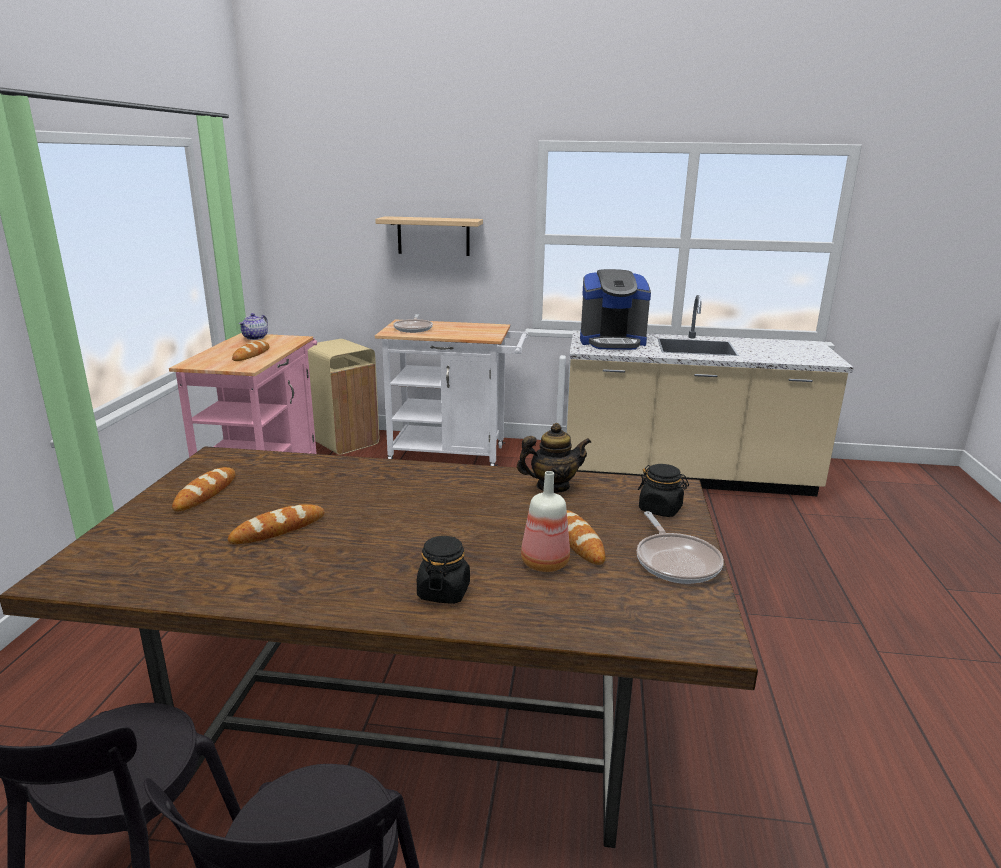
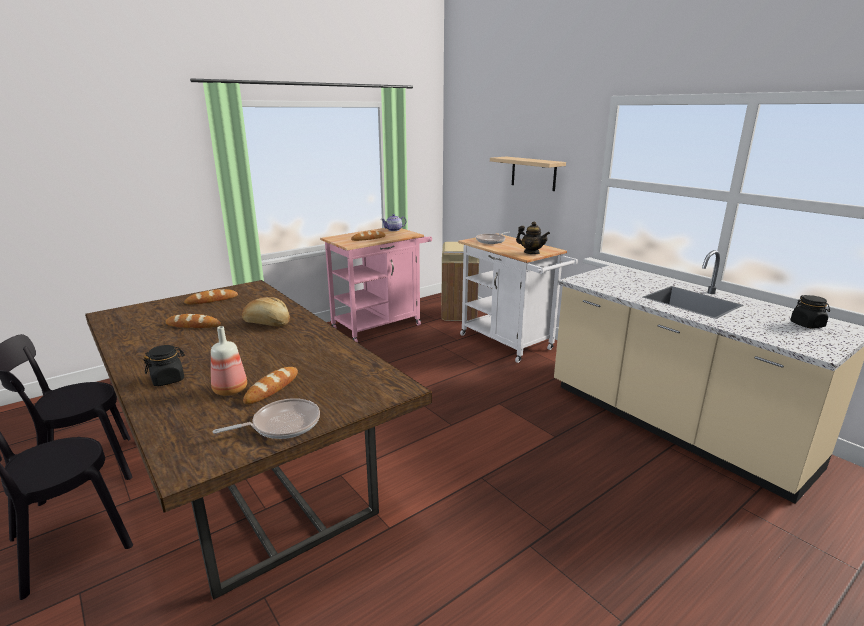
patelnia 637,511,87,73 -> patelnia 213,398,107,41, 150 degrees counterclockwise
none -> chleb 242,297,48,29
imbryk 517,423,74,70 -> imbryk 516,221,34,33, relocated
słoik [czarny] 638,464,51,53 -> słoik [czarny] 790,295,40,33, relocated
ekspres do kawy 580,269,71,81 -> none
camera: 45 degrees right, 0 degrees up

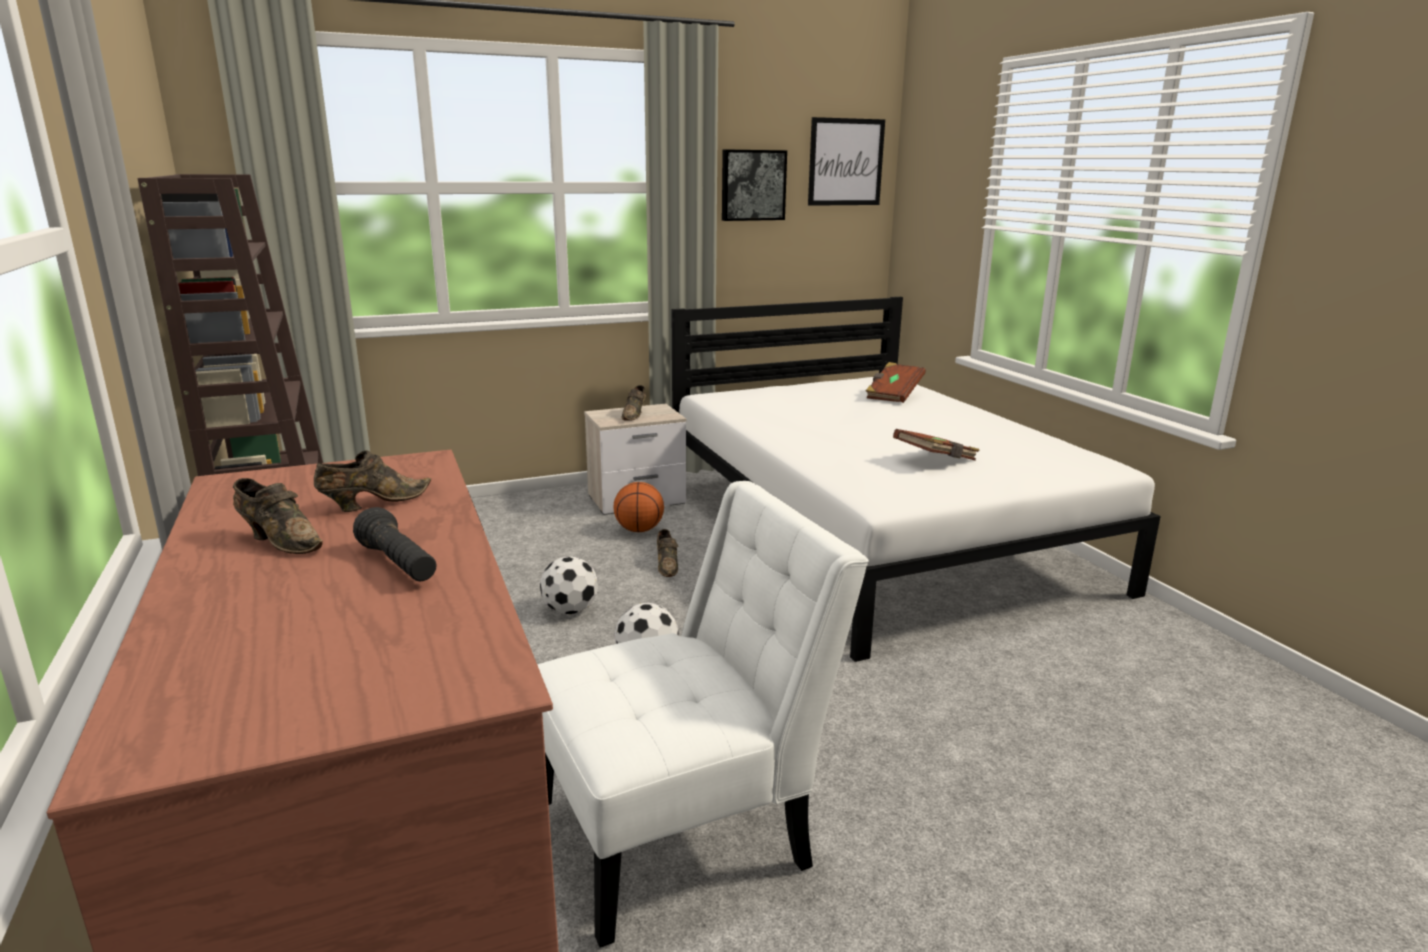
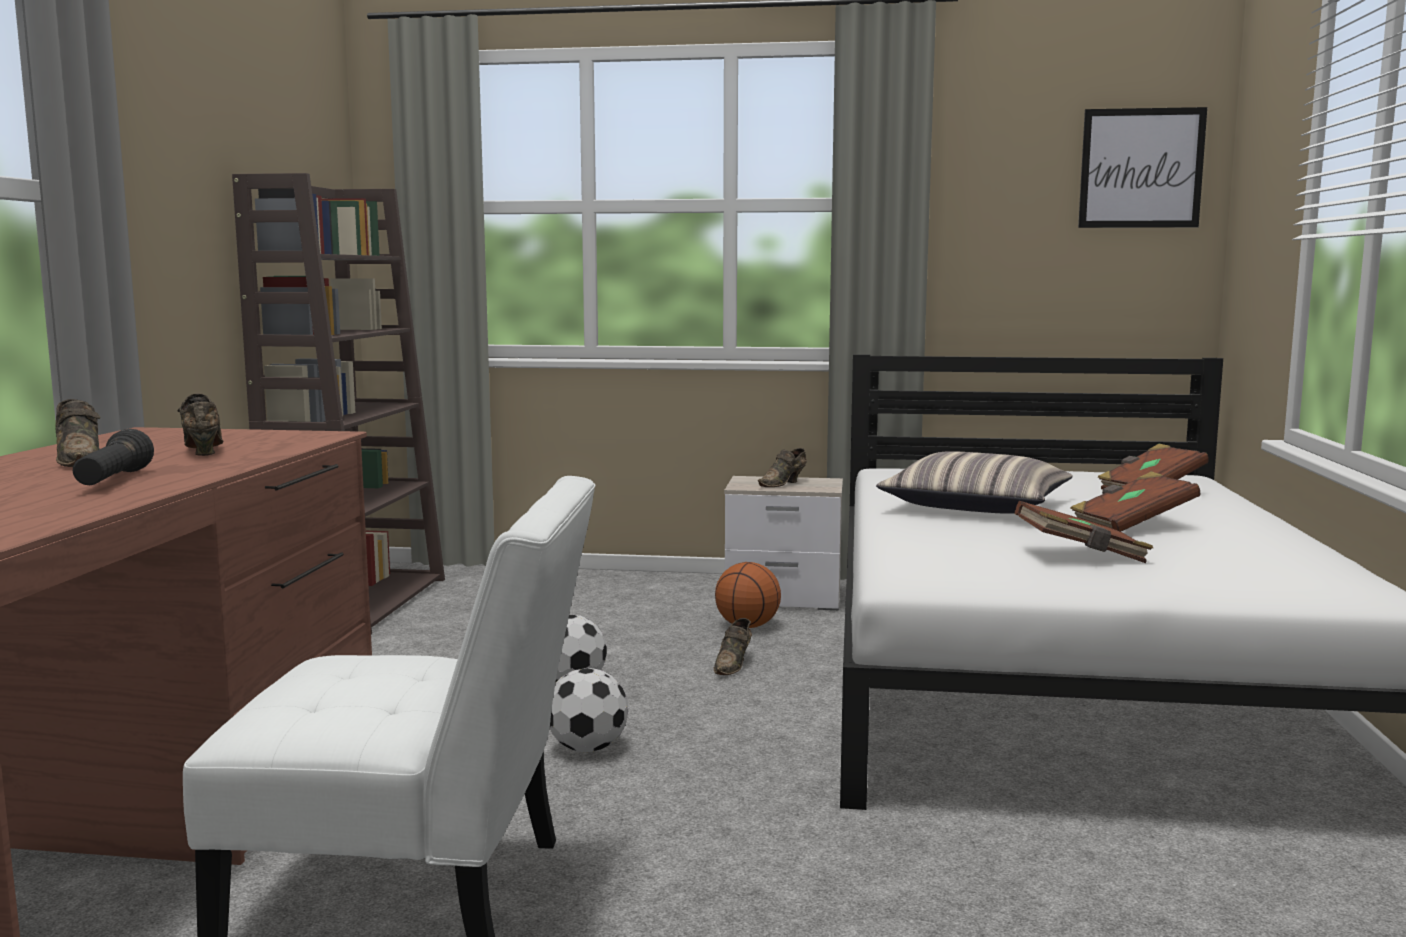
but [brązowy] 314,450,117,62 -> but [brązowy] 177,393,46,63, 105 degrees counterclockwise
none -> poduszka 876,451,197,63
none -> książka [brązowy] 1070,471,130,61
obraz 722,150,65,71 -> none
camera: 30 degrees right, 10 degrees down

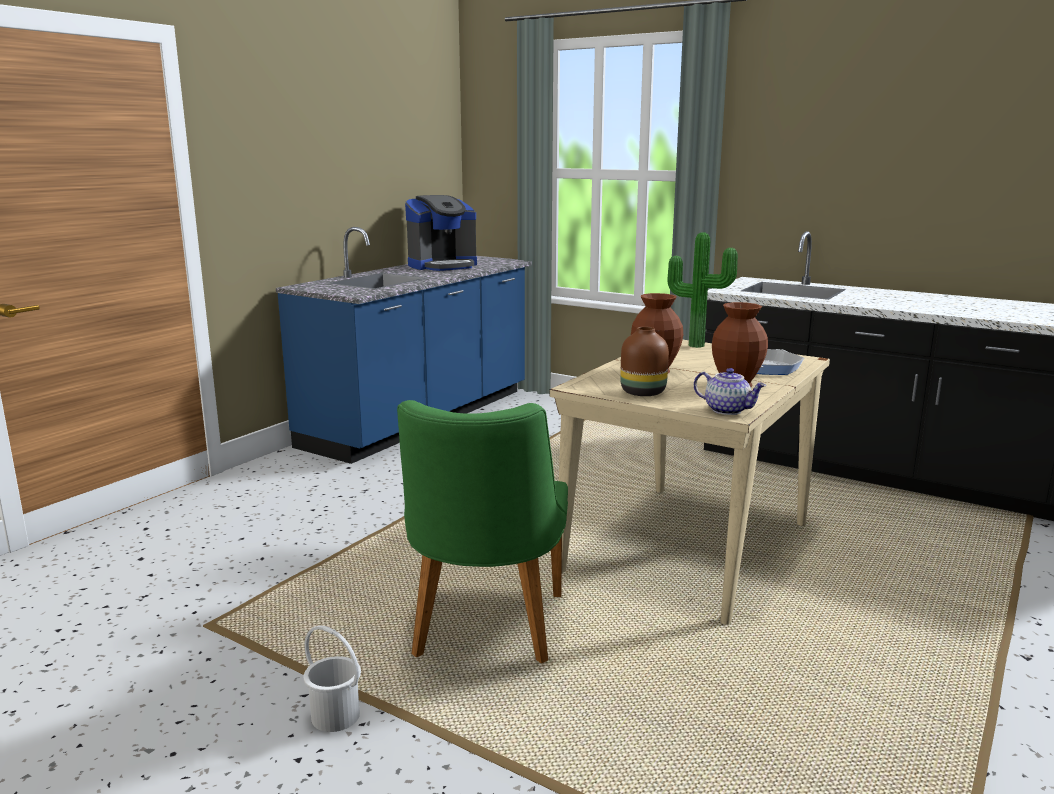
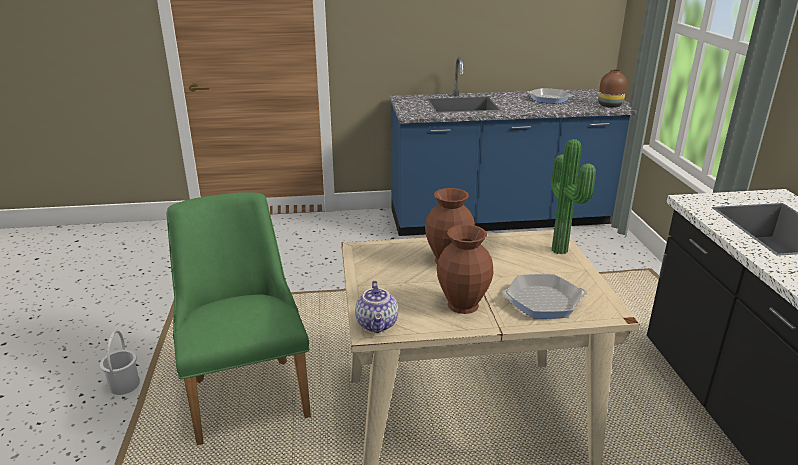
krzesło [zielony] 397,400,171,264 -> krzesło [zielony] 167,192,144,253, 105 degrees clockwise
ekspres do kawy 405,195,72,76 -> patelnia 527,88,46,16
wazon [brązowy] 620,326,49,70 -> wazon [brązowy] 598,69,29,39, relocated
camera: 50 degrees right, 10 degrees up

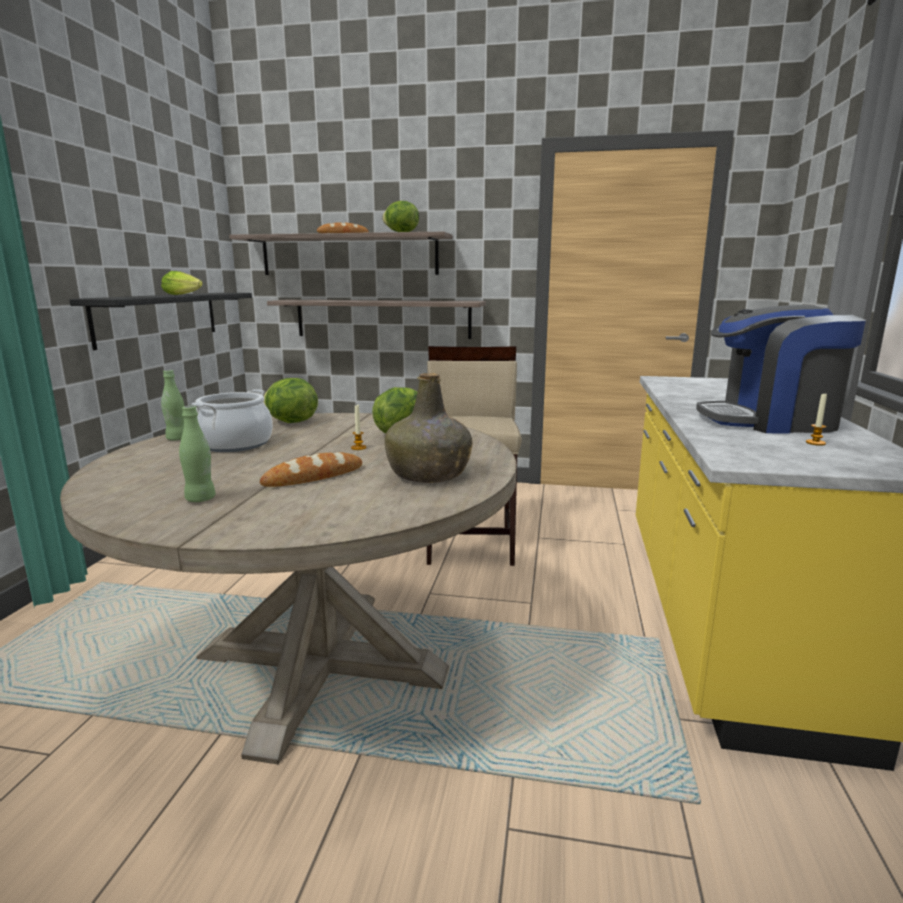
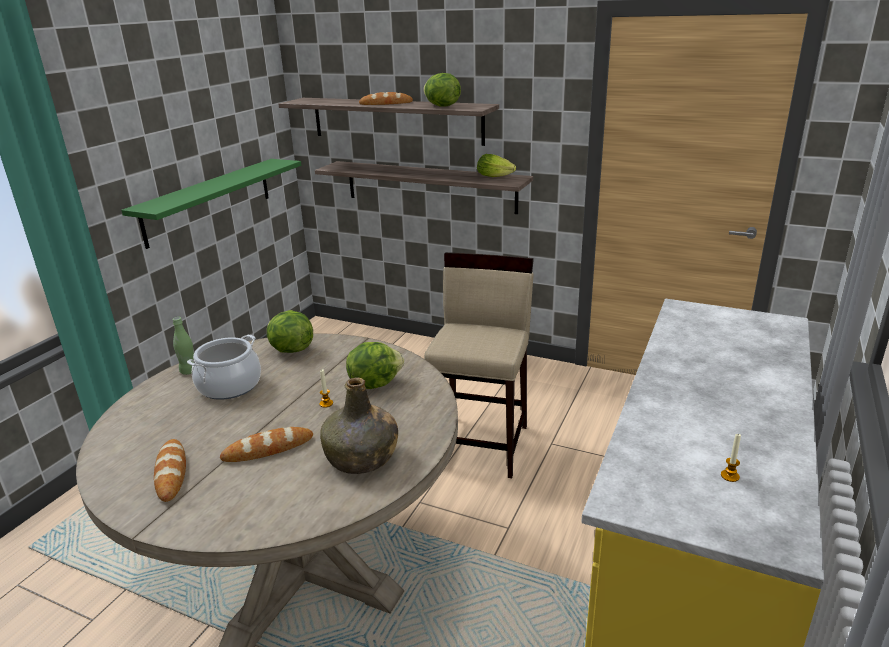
półka [czarny] 69,293,183,57 -> półka [zielony] 121,159,180,90
butelka [zielony] 179,406,37,96 -> chleb 154,439,32,63
sałata 161,271,42,24 -> sałata 477,154,39,23, relocated
ekspres do kawy 696,305,170,129 -> none
camera: 15 degrees right, 10 degrees up

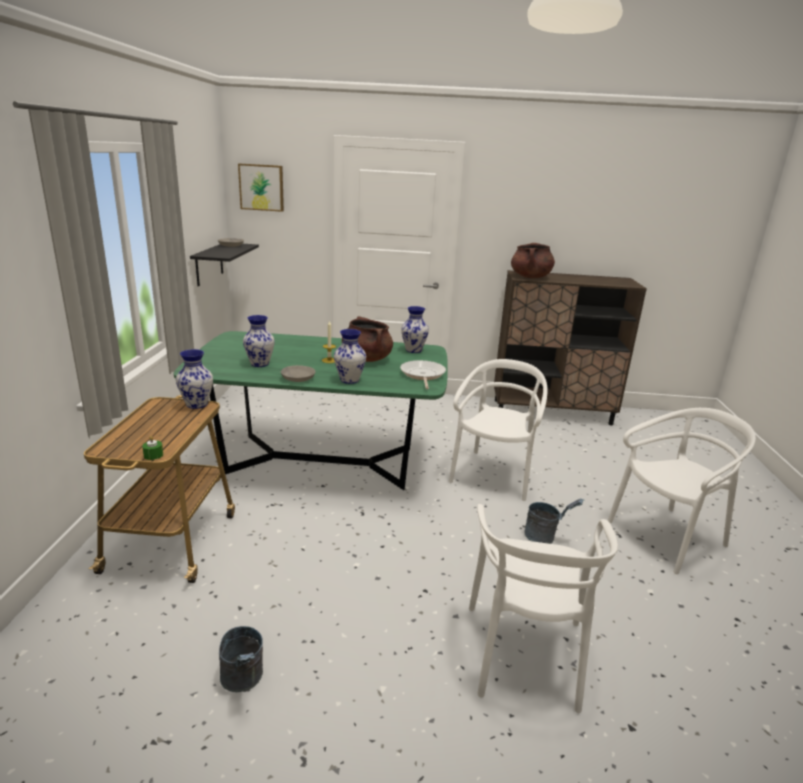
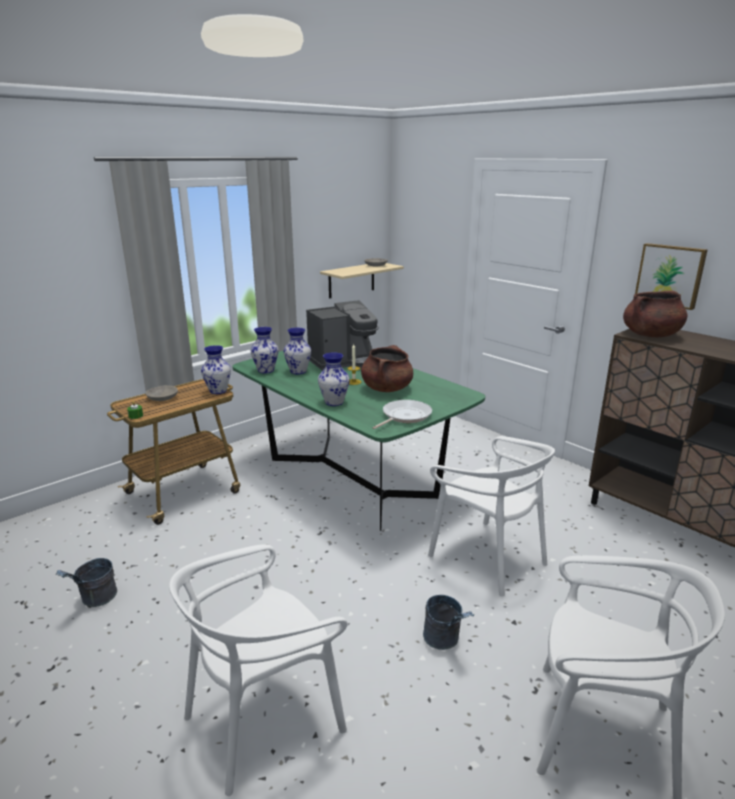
miska [szary] 281,365,34,17 -> miska [szary] 145,385,33,16, relocated
wazon 401,306,28,47 -> wazon 250,327,28,46, relocated
none -> ekspres do kawy 306,300,73,71
półka [czarny] 190,244,69,42 -> półka [beżowy] 320,263,84,36
krzesło [biały] 449,359,98,142 -> krzesło [biały] 428,436,127,161, 75 degrees clockwise
obraz 238,164,46,48 -> obraz 635,243,73,67, relocated
camera: 45 degrees right, 0 degrees up

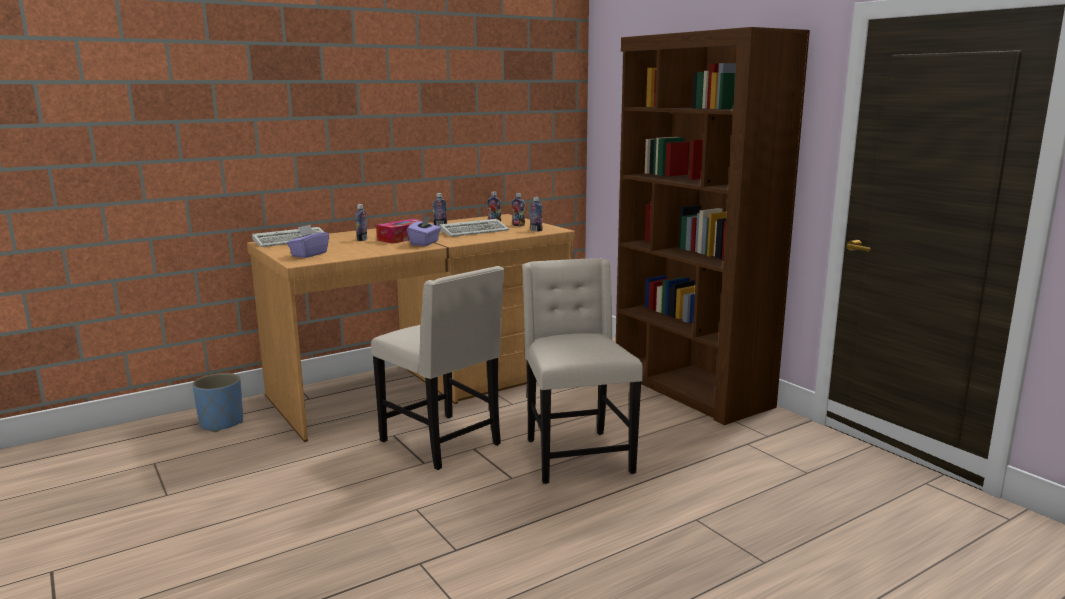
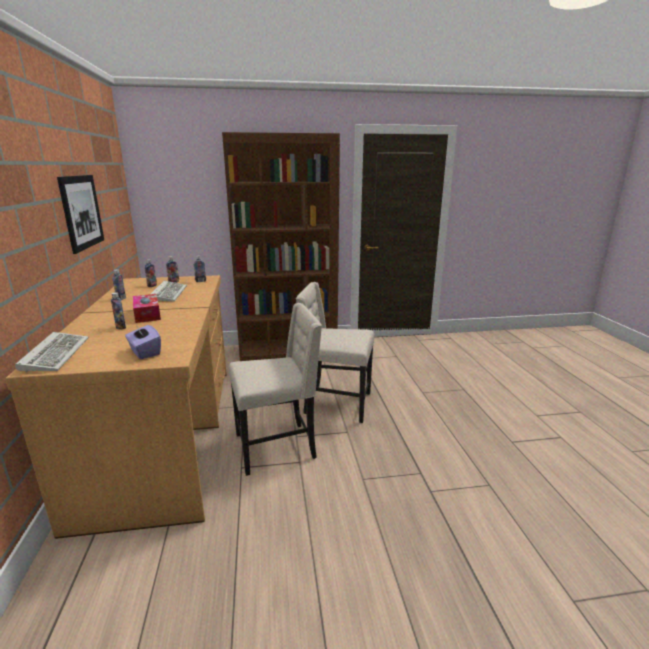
none -> obraz 57,175,47,79
donica [niebieski] 192,373,51,59 -> none
pudełko chusteczek [fioletowy] 407,216,34,30 -> none
camera: 65 degrees left, 5 degrees up

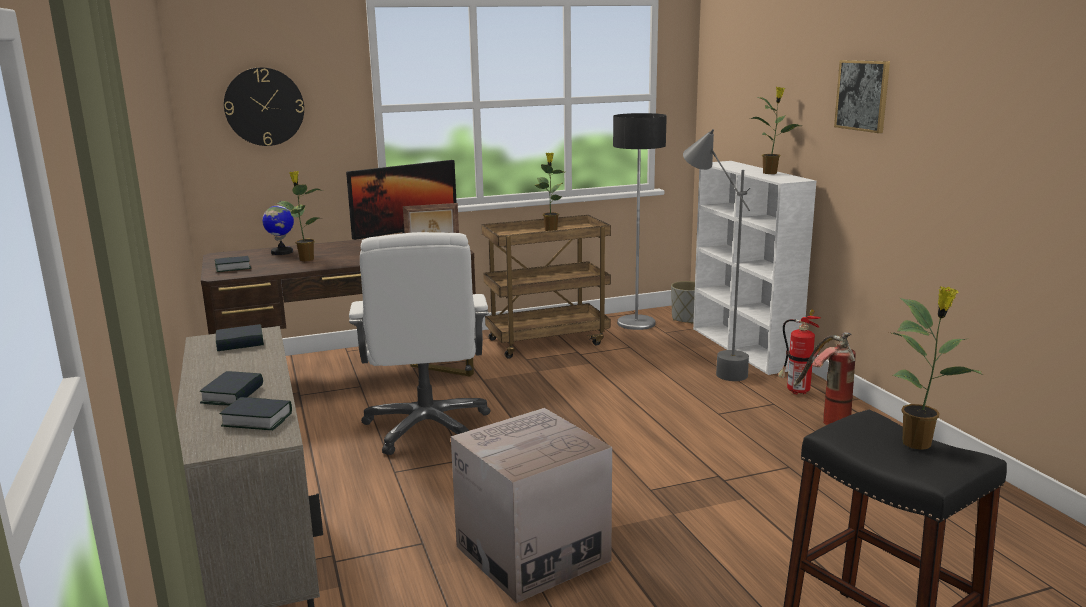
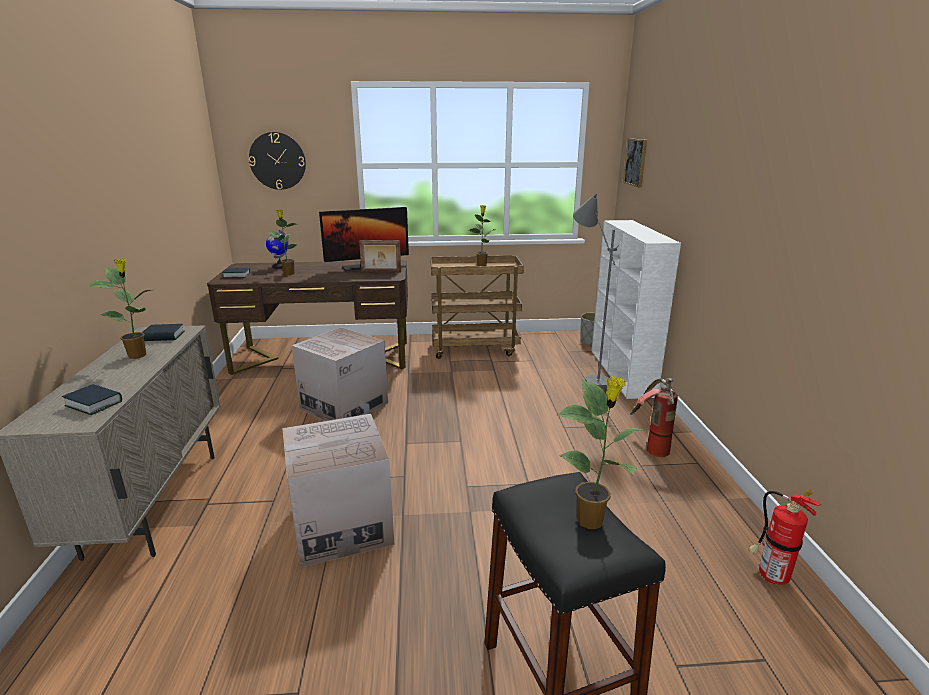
roślina doniczkowa 750,87,51,87 -> roślina doniczkowa 87,258,65,101, relocated
krzesło biurowe [biały] 349,232,142,223 -> karton 292,327,96,94
obraz 834,60,56,73 -> obraz 623,138,24,50, relocated
gaśnica 778,309,43,86 -> gaśnica 748,489,73,96, relocated
książka 200,371,63,34 -> none
lampa stojąca 613,113,54,217 -> none
camera: 15 degrees right, 5 degrees up

